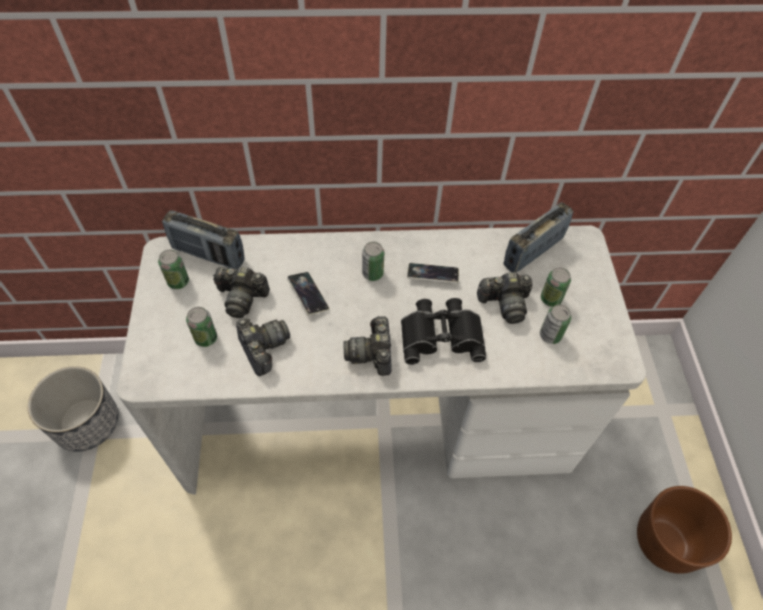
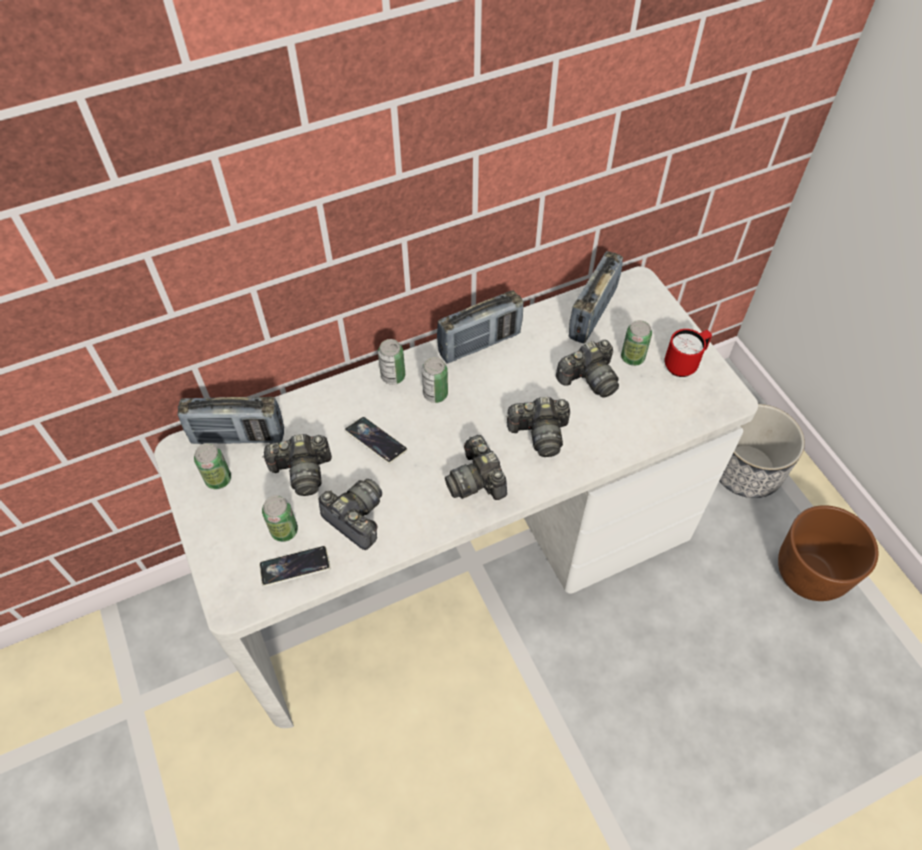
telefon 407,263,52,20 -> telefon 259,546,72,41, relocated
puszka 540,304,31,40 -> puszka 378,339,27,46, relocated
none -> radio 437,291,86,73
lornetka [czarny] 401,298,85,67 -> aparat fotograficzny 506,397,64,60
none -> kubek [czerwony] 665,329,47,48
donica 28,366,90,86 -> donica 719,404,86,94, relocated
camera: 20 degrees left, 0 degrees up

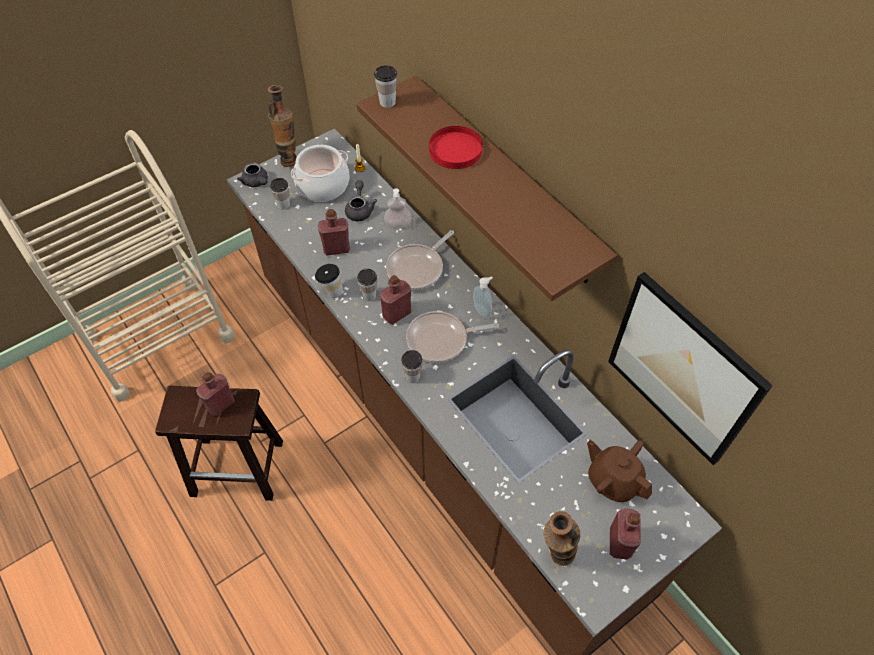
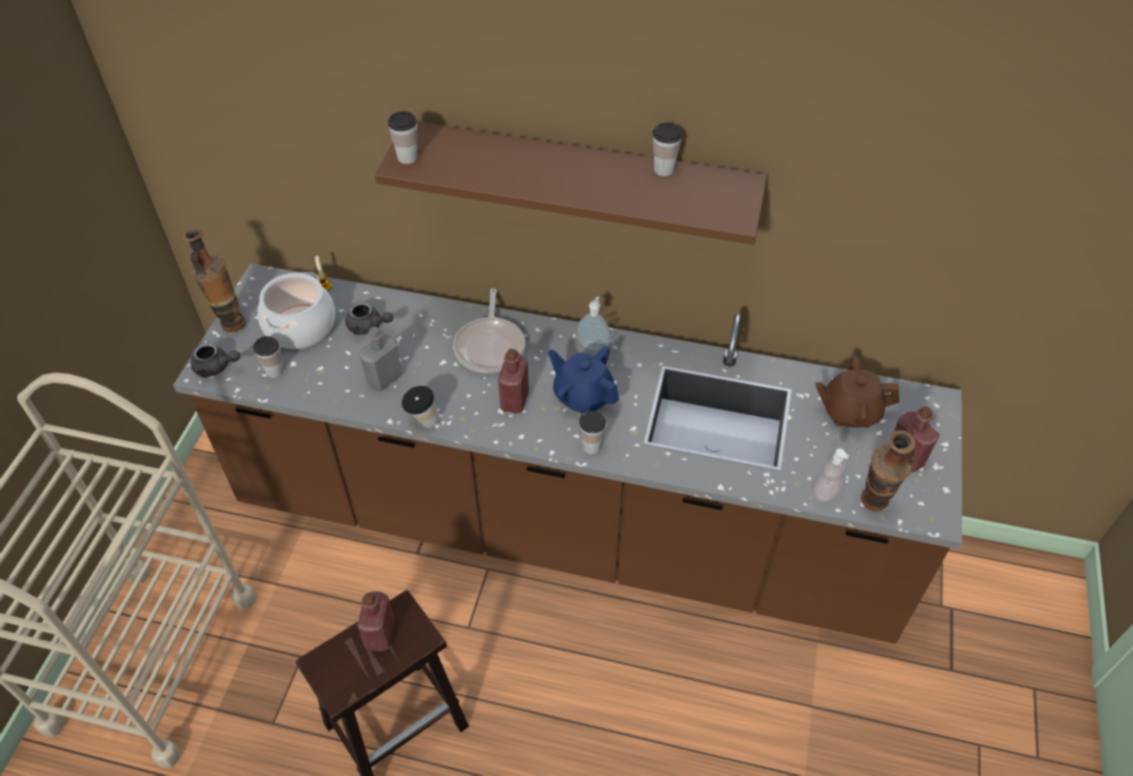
imbryk [szary] 345,180,32,41 -> imbryk [szary] 345,301,48,34, 150 degrees clockwise
butelka [czerwony] 318,209,32,47 -> butelka [szary] 359,327,43,64
patelnia 406,311,93,52 -> imbryk [niebieski] 548,346,71,69
filiżanka 357,268,20,33 -> filiżanka 653,123,29,53, relocated
dozownik mydła 384,188,27,40 -> dozownik mydła 812,448,36,54, relocated
talerz [czerwony] 429,126,54,43 -> none
obraz 608,272,165,193 -> none
camera: 40 degrees left, 5 degrees down

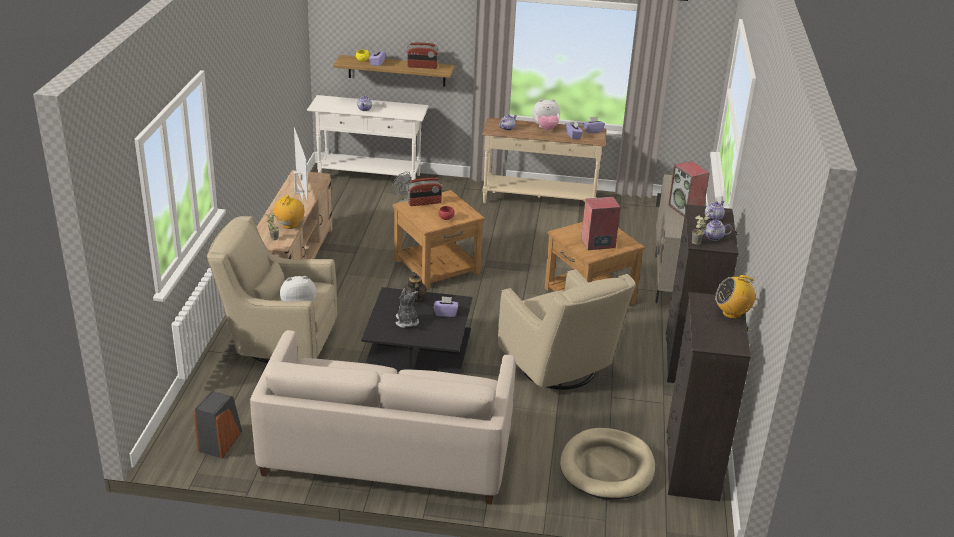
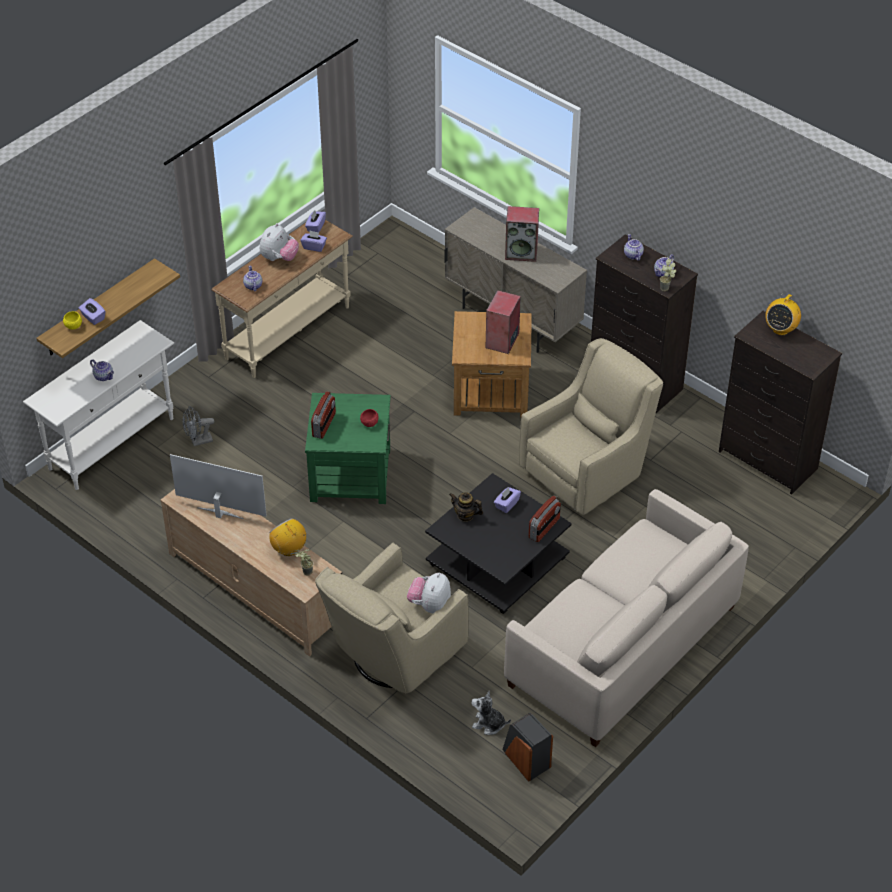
stolik [brązowy] 392,190,93,99 -> stolik [zielony] 305,393,86,111
pluszak 395,289,24,39 -> pluszak 471,691,40,44, relocated
fotel [beżowy] 498,269,138,121 -> fotel [beżowy] 519,338,144,177, 45 degrees counterclockwise
radio 407,43,32,26 -> radio 529,496,32,46, relocated
legowisko [beżowy] 560,428,95,72 -> none
camera: 55 degrees left, 15 degrees up

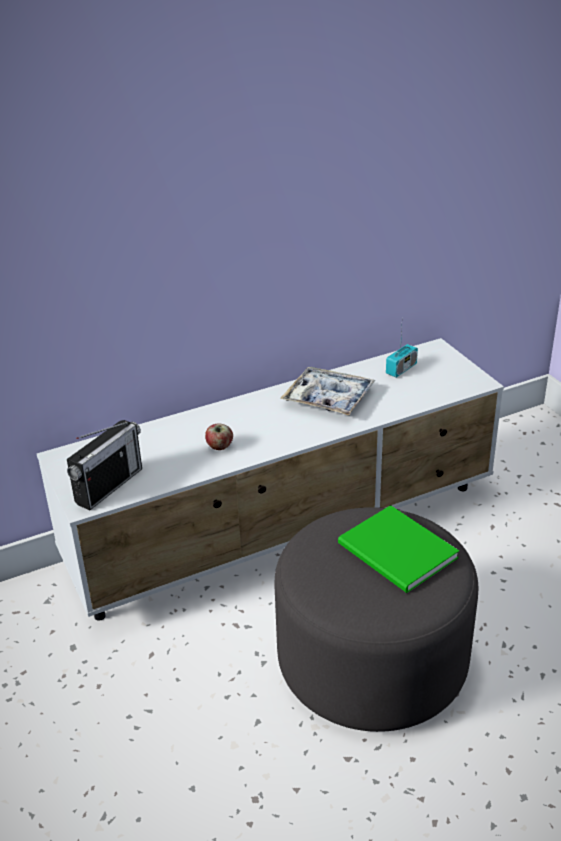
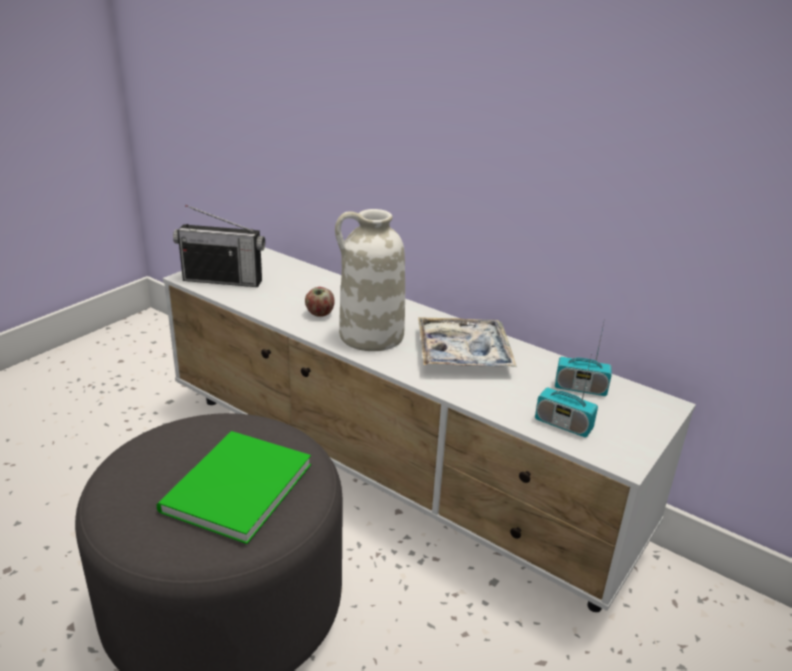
none -> wazon [biały] 335,209,70,142
none -> radio 535,353,63,85
camera: 60 degrees right, 5 degrees down

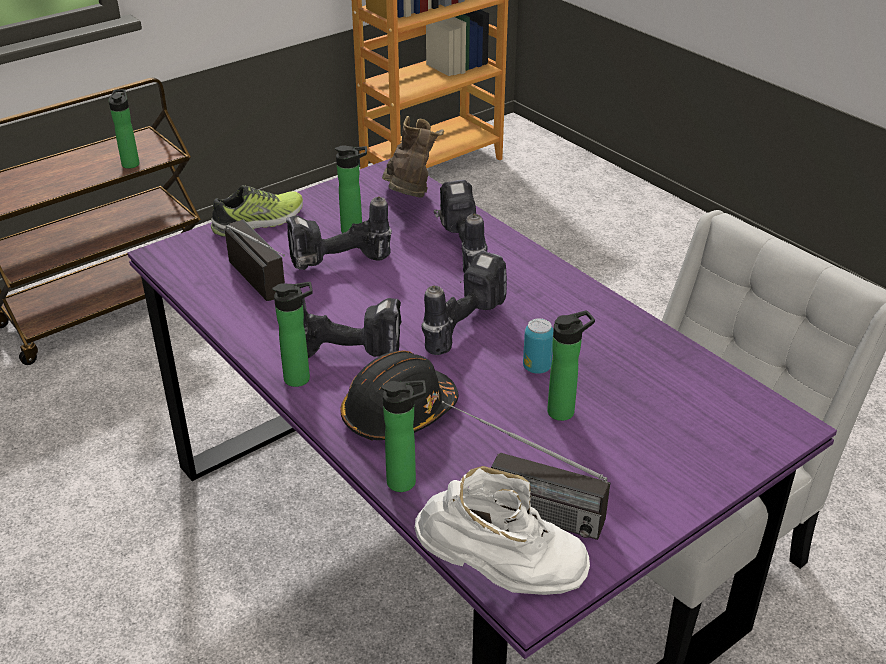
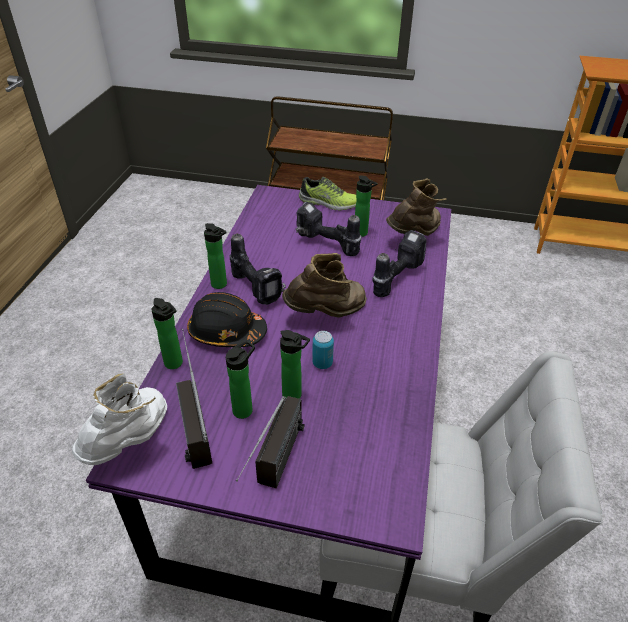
but z cholewką [biały] 415,466,175,129 -> but z cholewką [biały] 72,373,95,92, 120 degrees counterclockwise
butelka 109,89,30,80 -> butelka 226,340,29,79, relocated
radio 224,220,61,81 -> radio 236,396,69,92, relocated
wiertarka 421,251,86,104 -> but z cholewką [brązowy] 282,253,85,65
camera: 50 degrees right, 5 degrees up

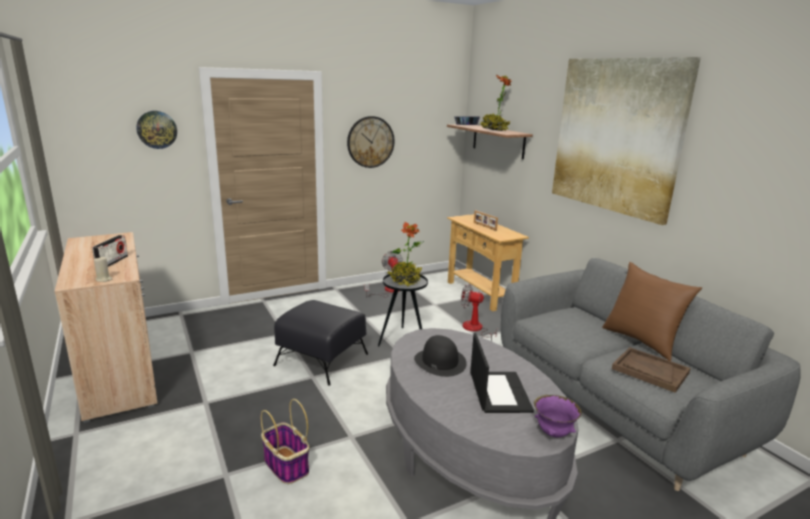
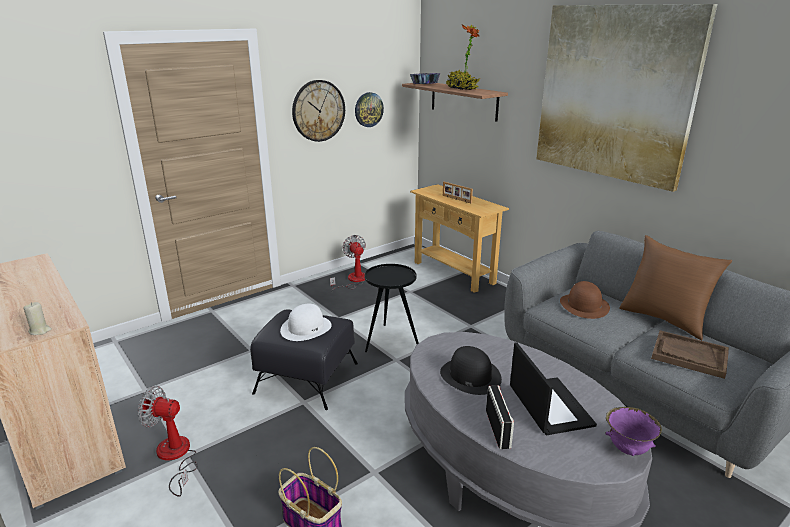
wentylator 461,284,36,57 -> wentylator 138,386,60,111, relocated
none -> kapelusz [biały] 280,304,52,37
zegar ścienny 136,111,41,38 -> zegar ścienny 355,92,29,35, relocated
radio 92,235,36,32 -> radio 486,385,28,64, relocated
none -> kapelusz [brązowy] 560,281,50,38
roślina doniczkowa 388,222,36,65 -> none
camera: 10 degrees left, 5 degrees up

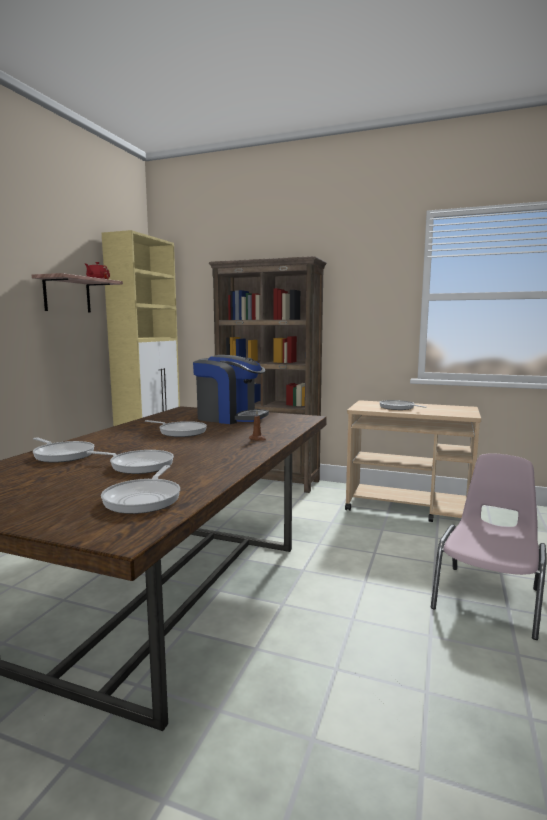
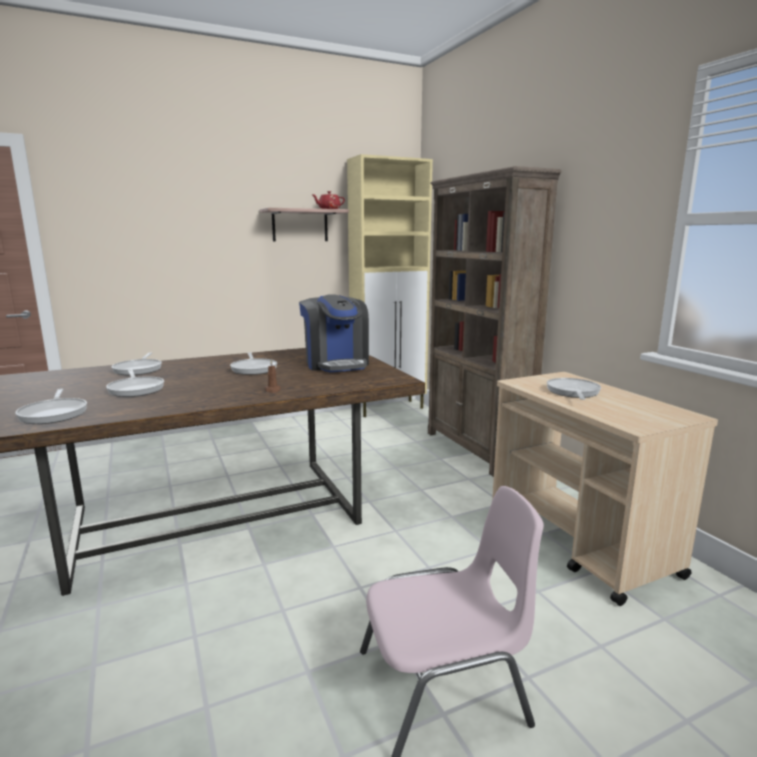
patelnia 101,465,79,49 -> patelnia 15,389,72,35, 75 degrees counterclockwise
camera: 45 degrees right, 5 degrees up

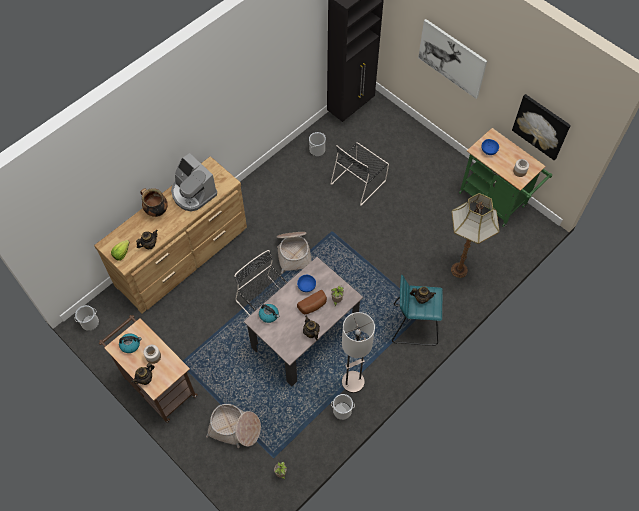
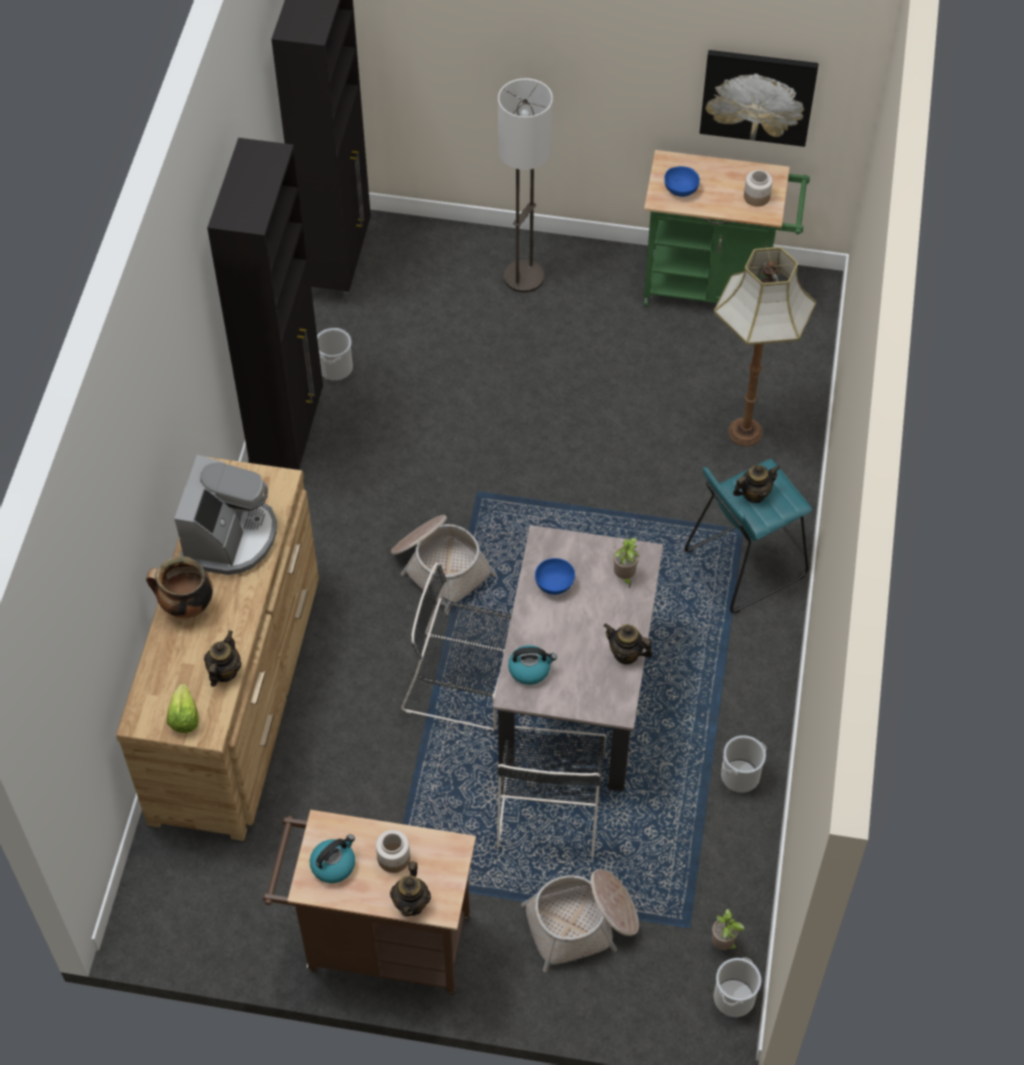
ekspres do kawy 171,153,46,59 -> ekspres do kawy 174,455,103,120, 90 degrees counterclockwise
none -> szafka [czarny] 207,138,116,332
krzesło [czarny] 331,142,58,64 -> krzesło [czarny] 497,726,110,131, relocated
lampa stojąca 342,312,33,81 -> lampa stojąca 498,78,55,215, relocated
wiadro 74,305,25,26 -> wiadro 714,957,47,60, relocated
chleb 297,290,30,24 -> none
obraz 418,19,69,80 -> none
camera: 35 degrees left, 5 degrees down

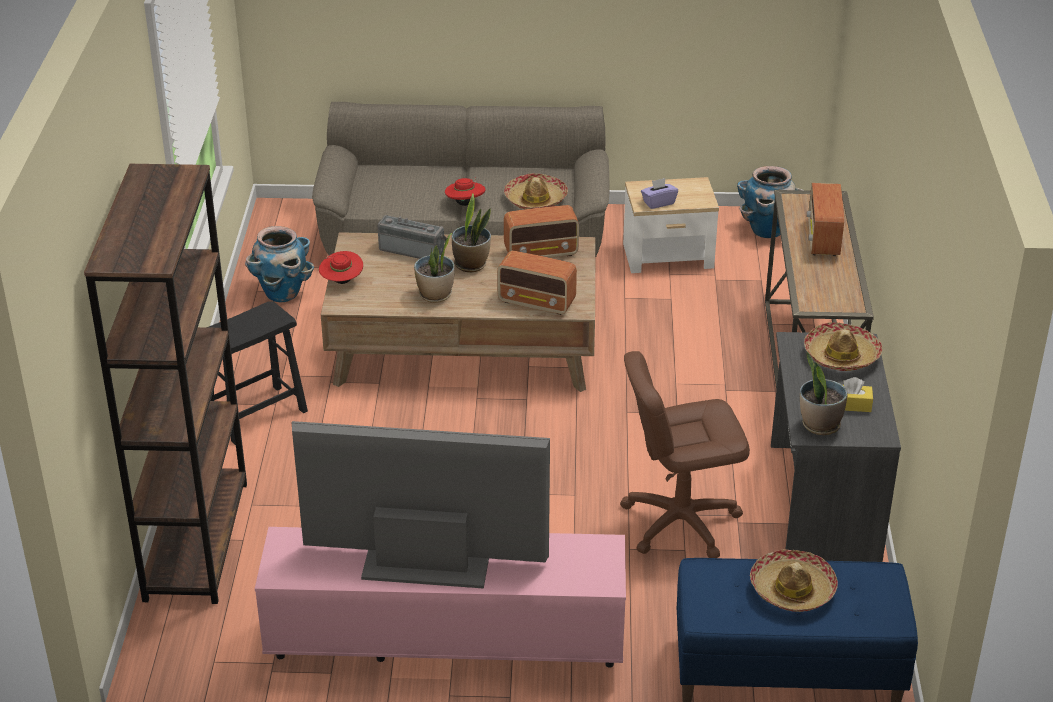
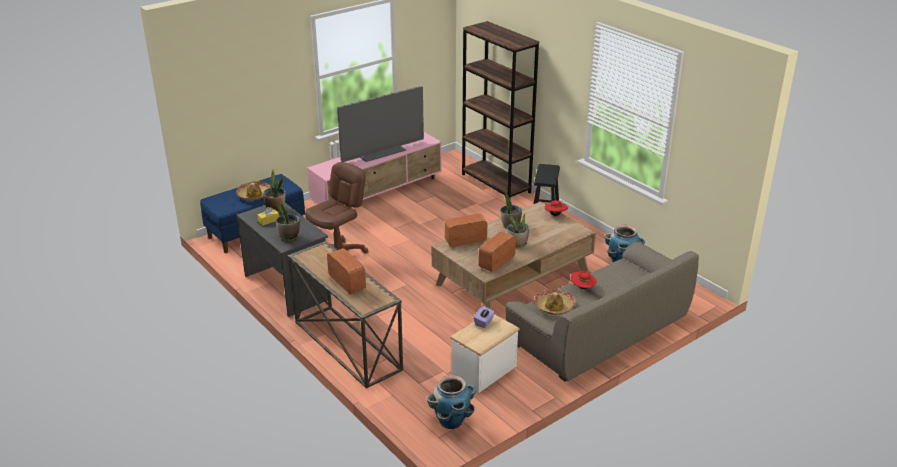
kapelusz 804,322,78,49 -> roślina doniczkowa 276,199,24,42
radio 378,215,69,44 -> none
camera: 140 degrees right, 5 degrees down

